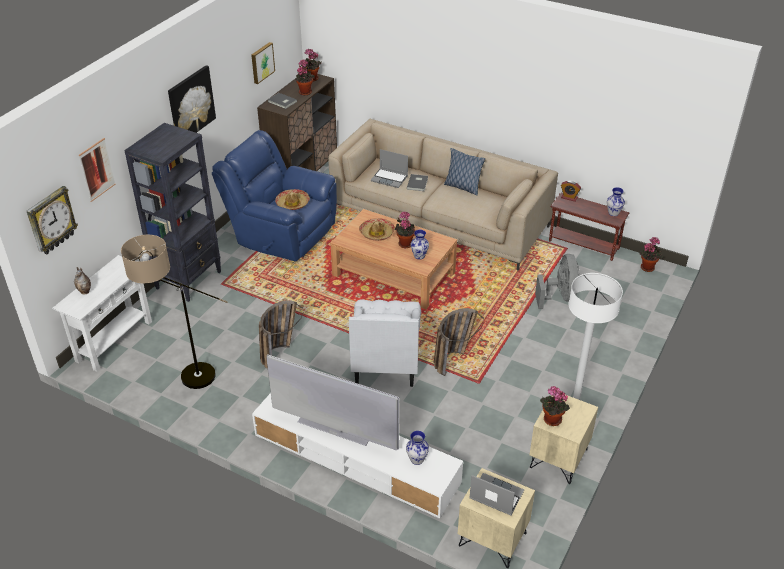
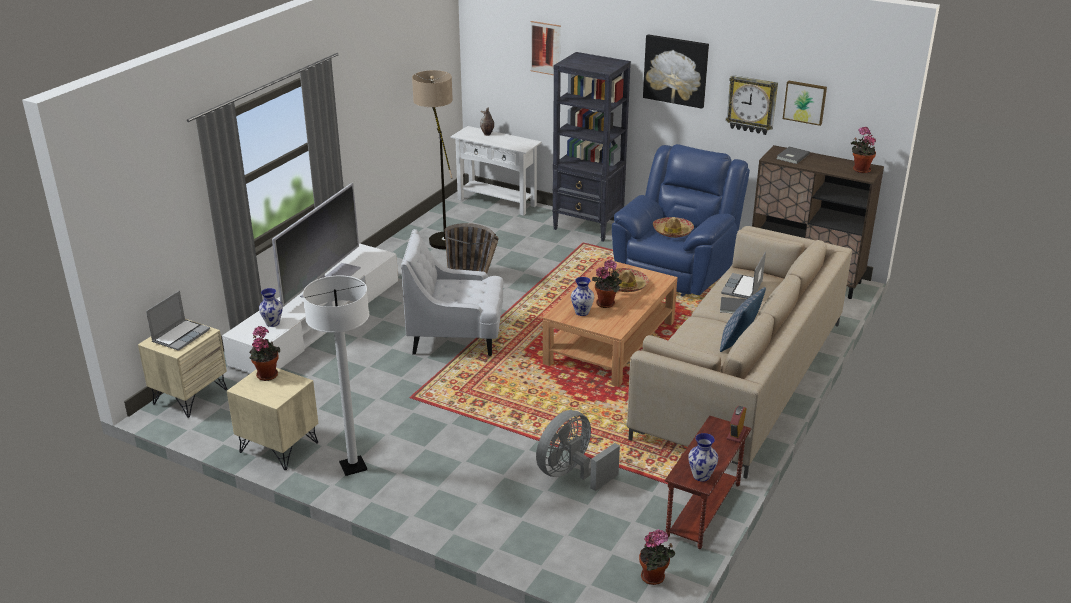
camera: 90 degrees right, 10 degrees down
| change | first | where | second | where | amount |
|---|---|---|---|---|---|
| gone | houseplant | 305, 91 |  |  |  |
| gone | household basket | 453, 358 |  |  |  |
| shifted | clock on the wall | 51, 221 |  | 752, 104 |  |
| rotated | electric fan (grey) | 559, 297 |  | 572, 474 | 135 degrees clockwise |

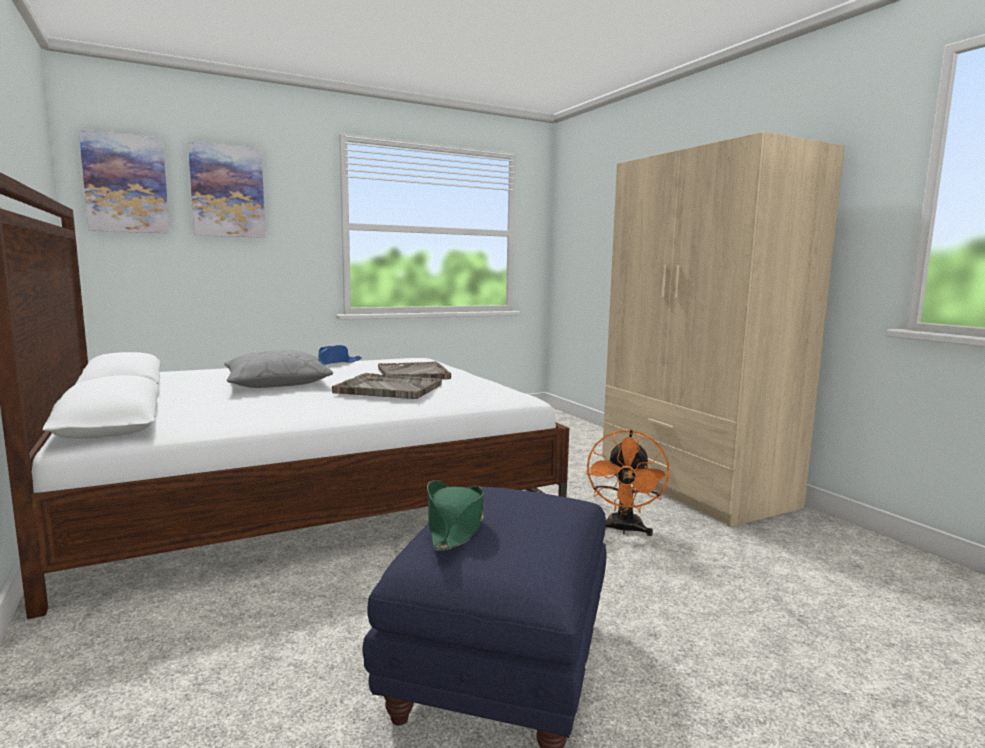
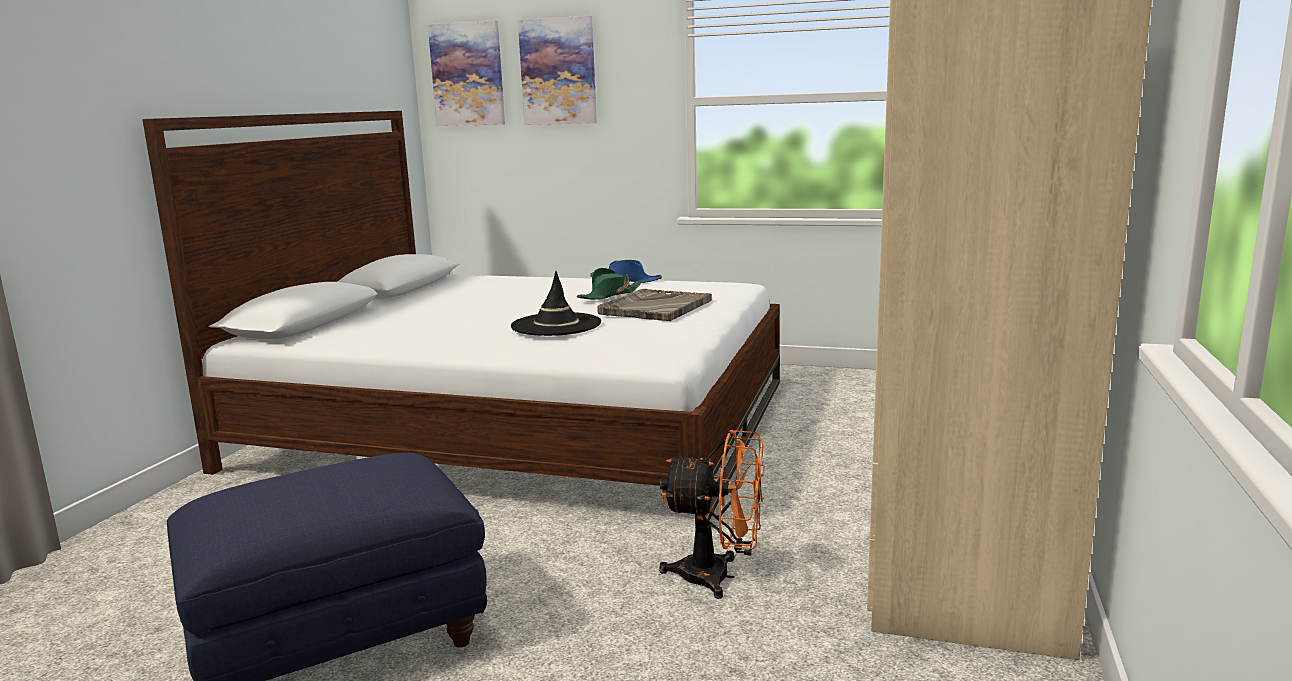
camera: 45 degrees right, 5 degrees up
| change | first | where | second | where | amount |
|---|---|---|---|---|---|
| gone | pillow (grey) | 277, 383 |  |  |  |
| shifted | hat (greenish) | 455, 526 |  | 610, 295 |  |
| swapped | carrying tray (grey) | 387, 388 | hat (blackish) | 556, 325 |  |
| rotated | electric fan (orangey) | 624, 530 |  | 718, 577 | 135 degrees counterclockwise |

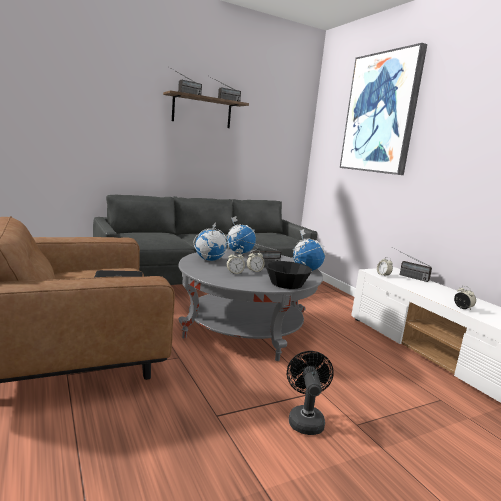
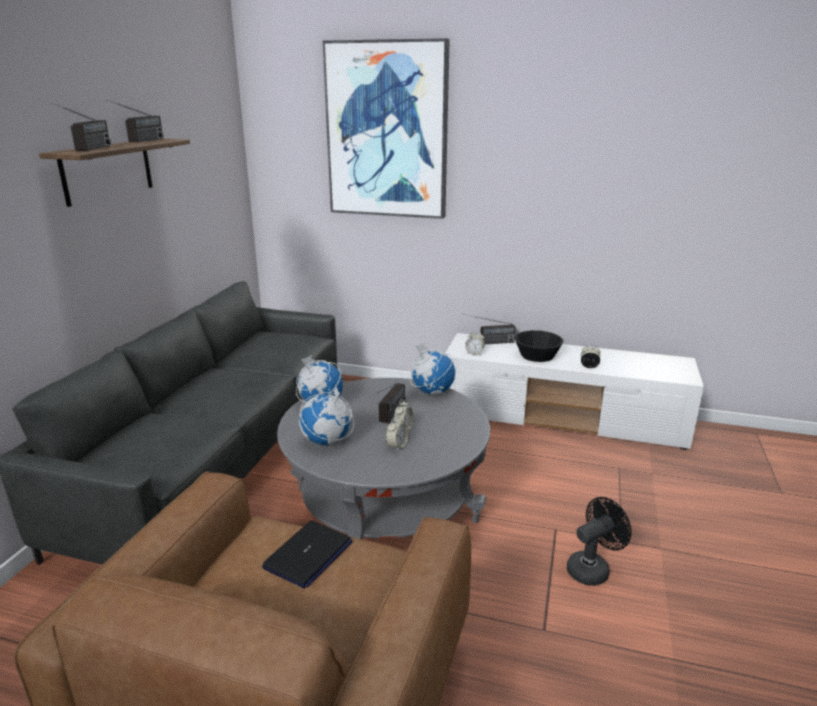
camera: 45 degrees left, 10 degrees up
| change | first | where | second | where | amount |
|---|---|---|---|---|---|
| shifted | serving bowl (blackish) | 286, 283 |  | 537, 355 |  |
| rotated | electric fan (blackish) | 305, 419 |  | 592, 568 | 105 degrees clockwise |

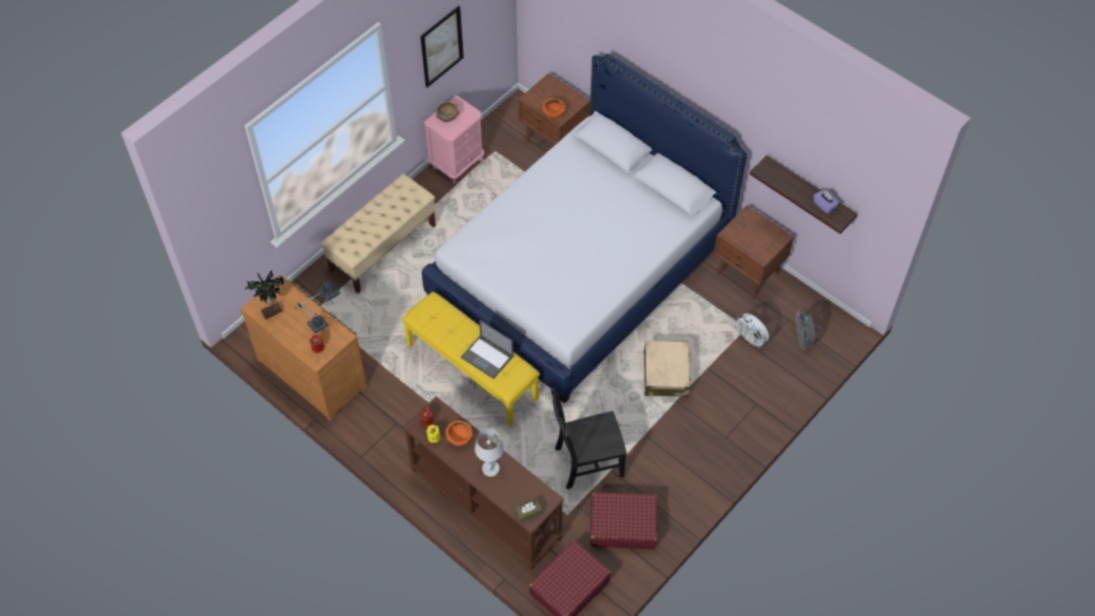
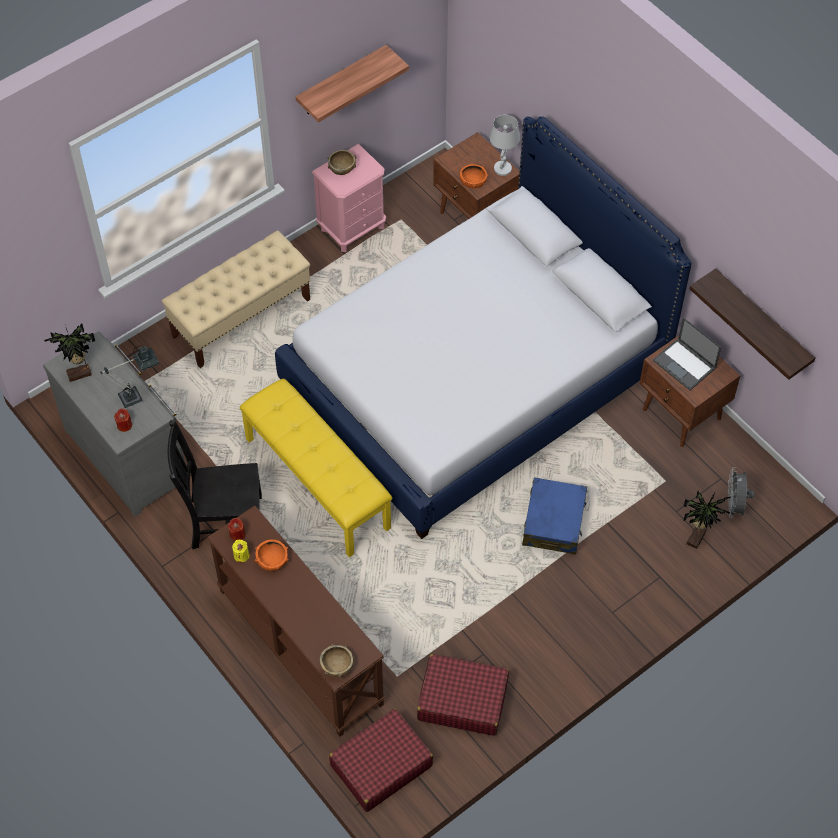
camera: 10 degrees right, 0 degrees up
| change | first | where | second | where | amount |
|---|---|---|---|---|---|
| gone | electric fan (whitish) | 750, 340 |  |  |  |
| gone | box of tissues (purplish) | 824, 205 |  |  |  |
| new |  |  | houseplant | 697, 538 |  |
| shifted | portable computer | 487, 357 |  | 685, 364 |  |
| shifted | tabletop lamp (whitish) | 490, 469 |  | 502, 169 |  |
| shifted | plain chair (blackish) | 586, 462 |  | 224, 521 |  |
| swapped | wall picture | 442, 46 | bracket shelf | 341, 81 |  |
| swapped | box of tissues (brownish) | 528, 513 | serving bowl (brownish) | 336, 666 |  |
| repainted | chest of drawers (brownish) | 313, 371 | chest of drawers (grey) | 128, 453 |  |
| repainted | piece of luggage (beige-coloured) | 665, 374 | piece of luggage (bluish) | 554, 522 |  |

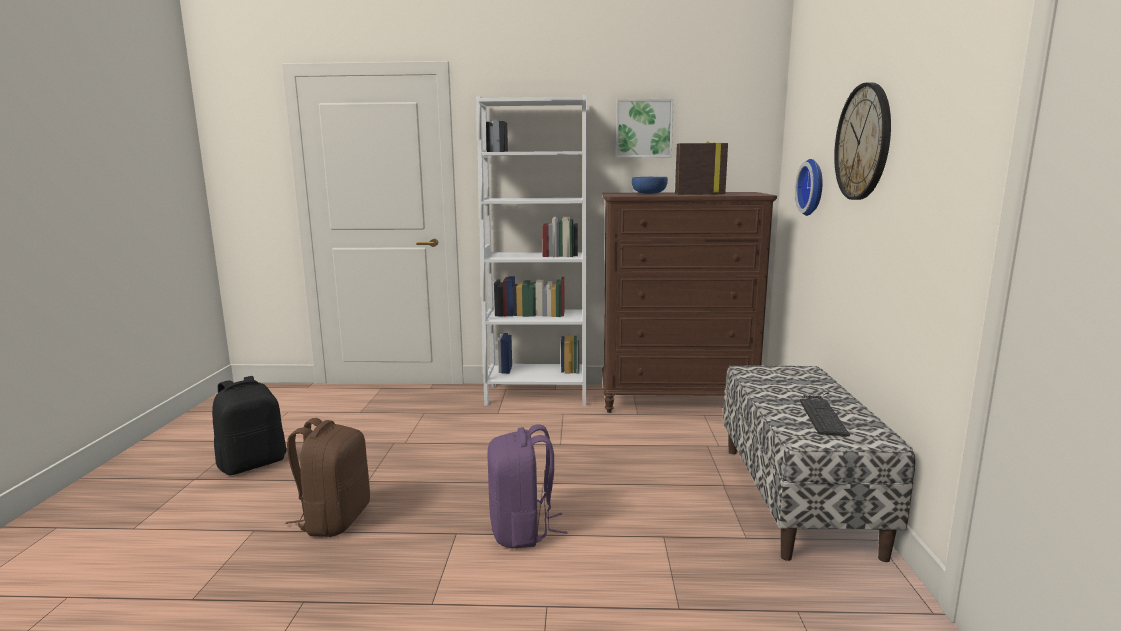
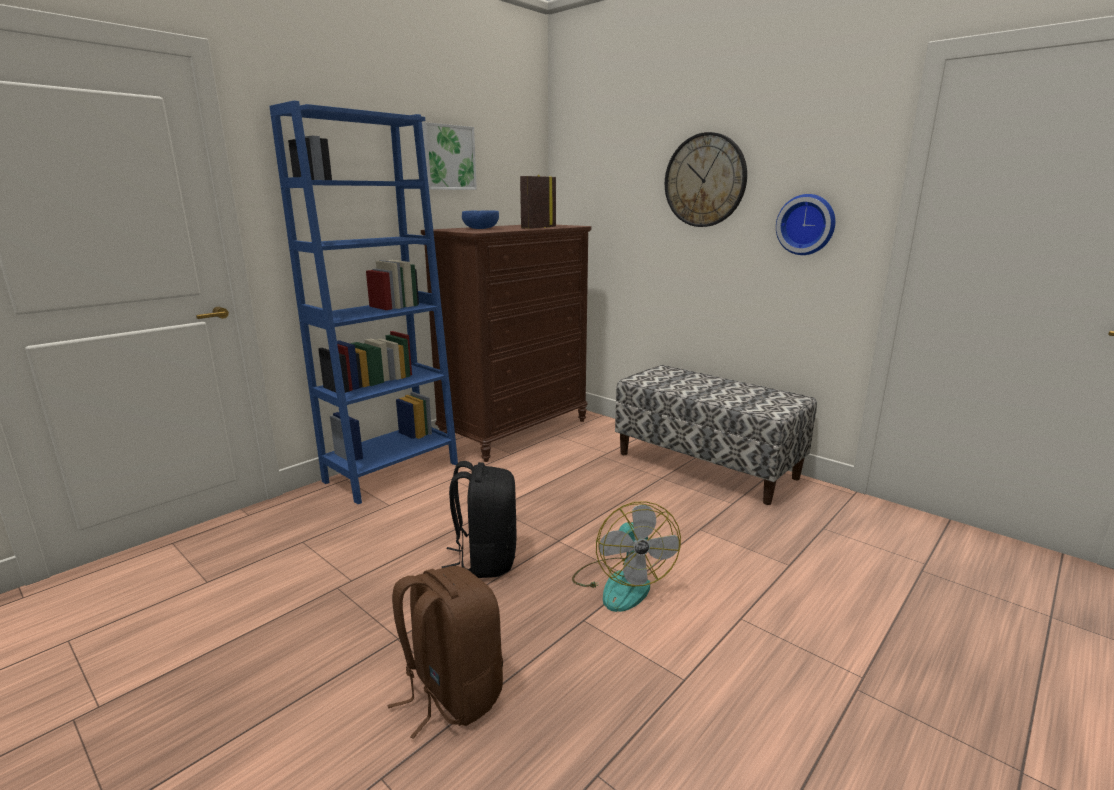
camera: 50 degrees left, 5 degrees up
| change | first | where | second | where | amount |
|---|---|---|---|---|---|
| gone | keyboard | 822, 413 |  |  |  |
| shifted | rucksack (blackish) | 253, 463 |  | 486, 559 |  |
| shifted | clock on the wall | 813, 187 |  | 806, 224 |  |
| swapped | rucksack (purplish) | 522, 530 | electric fan | 621, 583 |  |
| repainted | bookcase (whitish) | 537, 395 | bookcase (bluish) | 392, 472 |  |

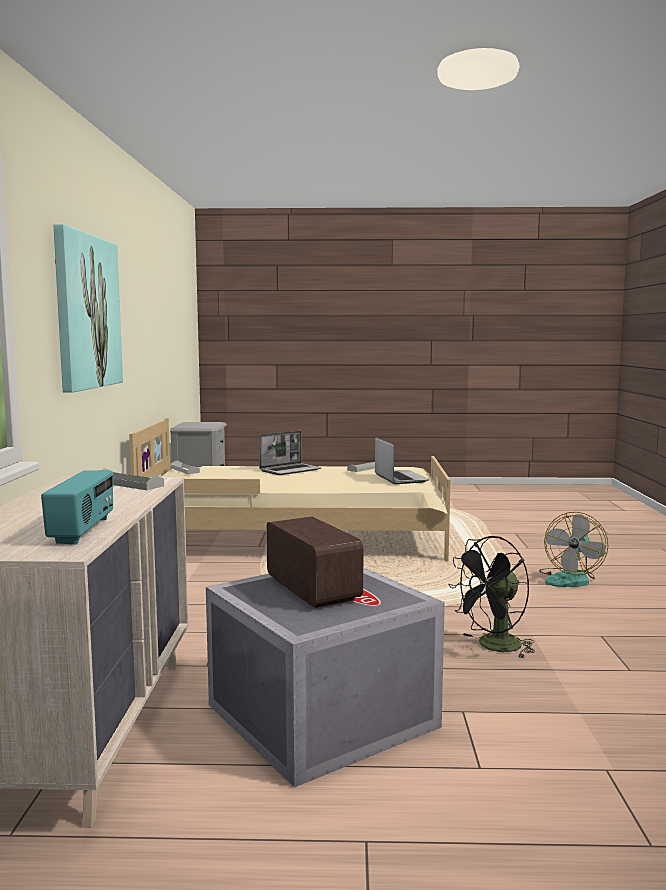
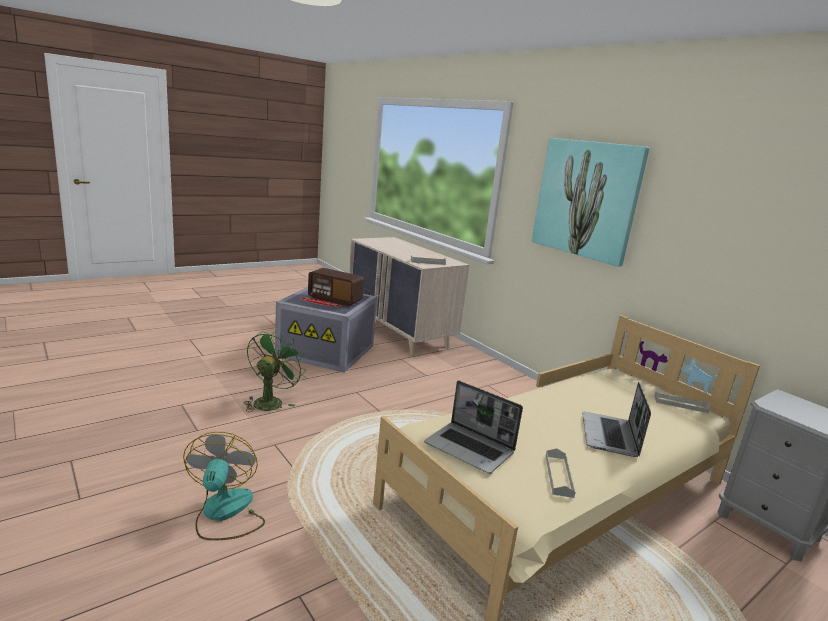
camera: 140 degrees right, 10 degrees up
| change | first | where | second | where | amount |
|---|---|---|---|---|---|
| gone | radio set | 83, 531 |  |  |  |
| repainted | electric fan (blackish) | 493, 647 | electric fan (greenish) | 270, 401 |  |

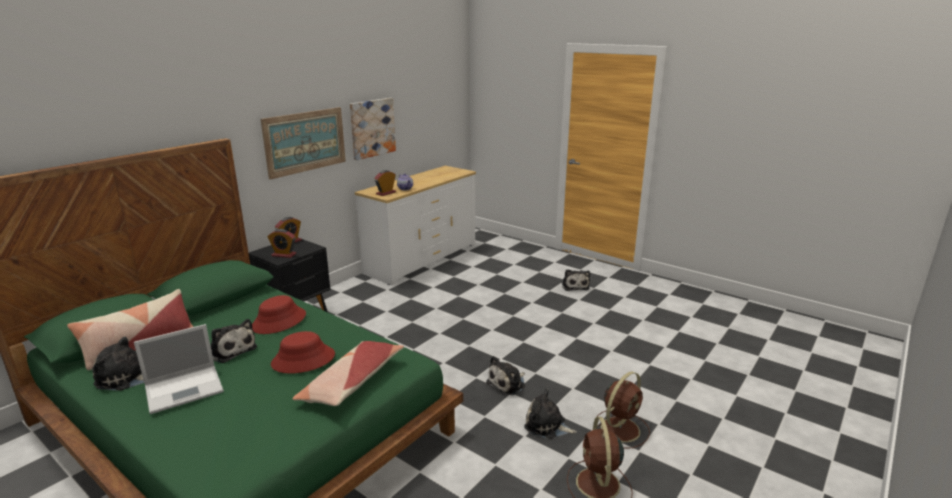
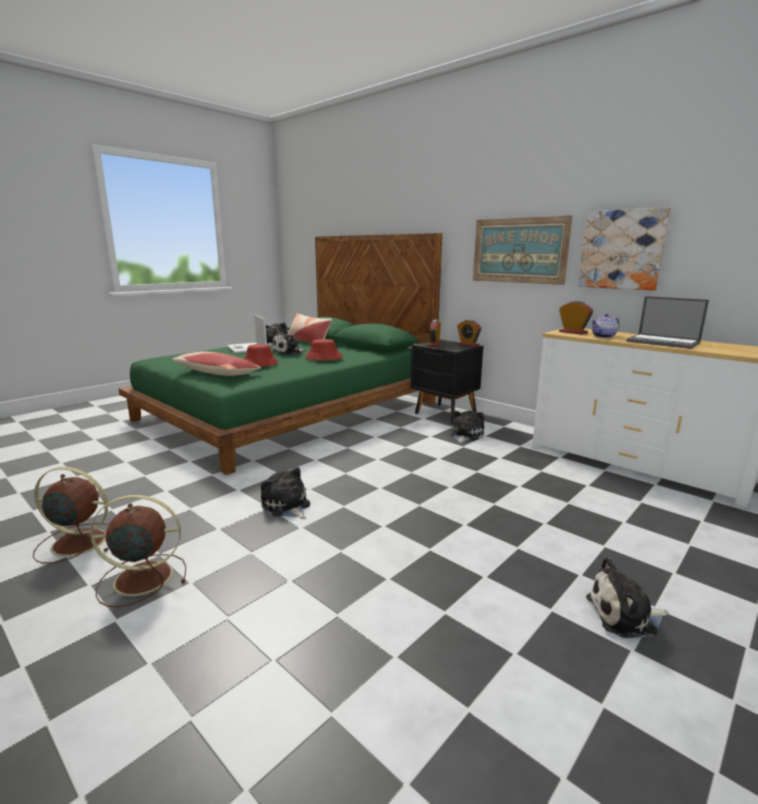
camera: 95 degrees right, 5 degrees down
| change | first | where | second | where | amount |
|---|---|---|---|---|---|
| new |  |  | portable computer | 664, 342 |  |
| shifted | cuddly toy | 547, 426 |  | 465, 435 |  |
| rotated | electric fan (brownish) | 621, 428 |  | 140, 578 | 120 degrees clockwise |

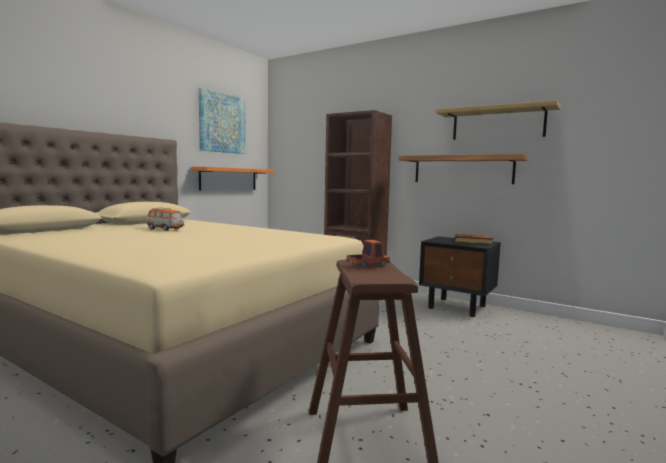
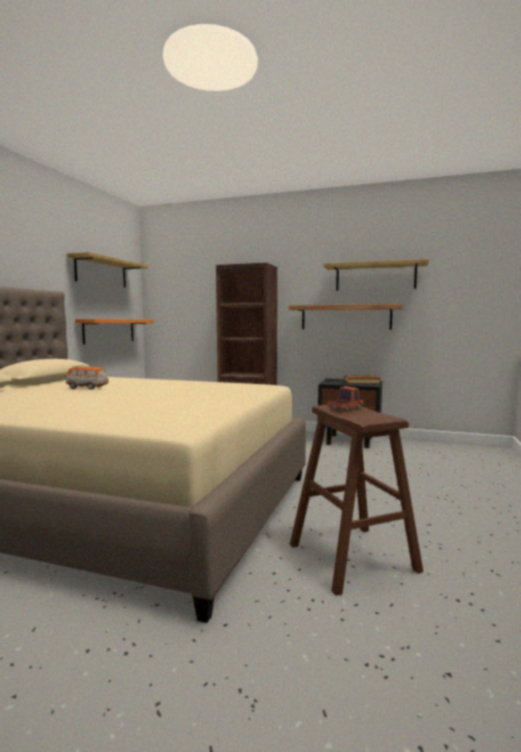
camera: 15 degrees left, 0 degrees up
| change | first | where | second | where | amount |
|---|---|---|---|---|---|
| swapped | wall picture | 222, 123 | bracket shelf | 101, 272 |  |

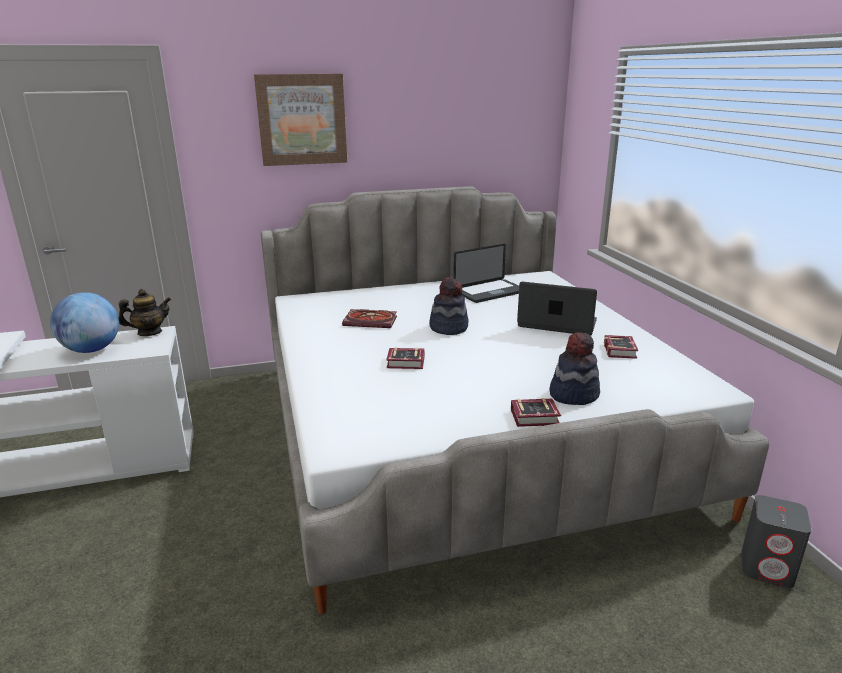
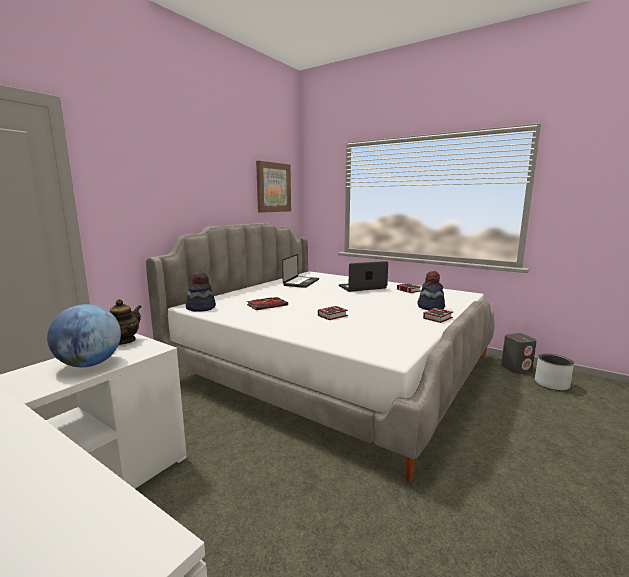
camera: 40 degrees left, 10 degrees down
| change | first | where | second | where | amount |
|---|---|---|---|---|---|
| new |  |  | plant pot (grey) | 551, 384 |  |
| shifted | wall picture | 302, 119 |  | 273, 187 |  |
| shifted | hat | 448, 328 |  | 201, 308 |  |

